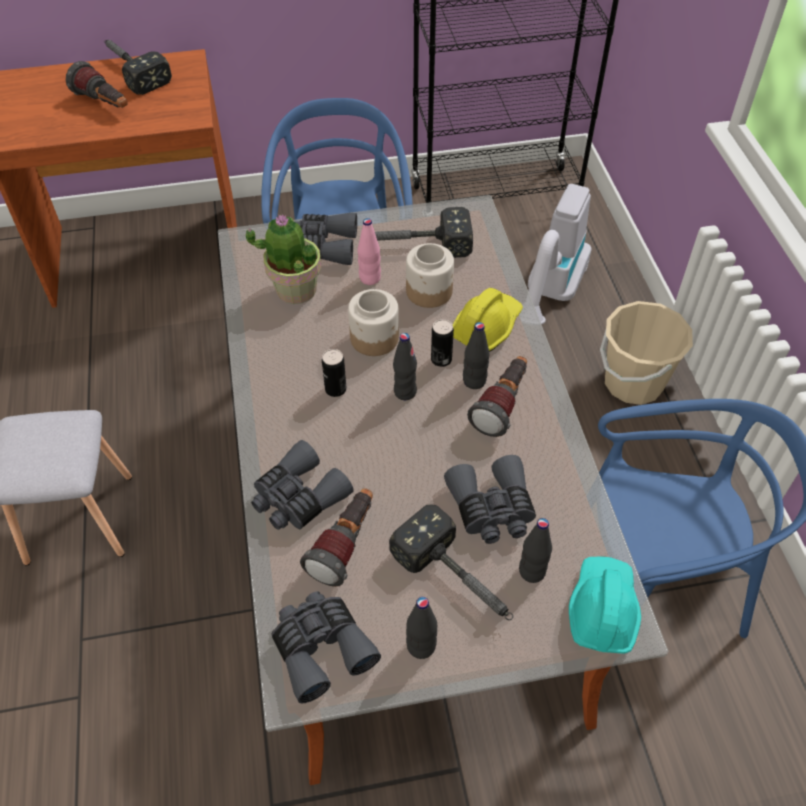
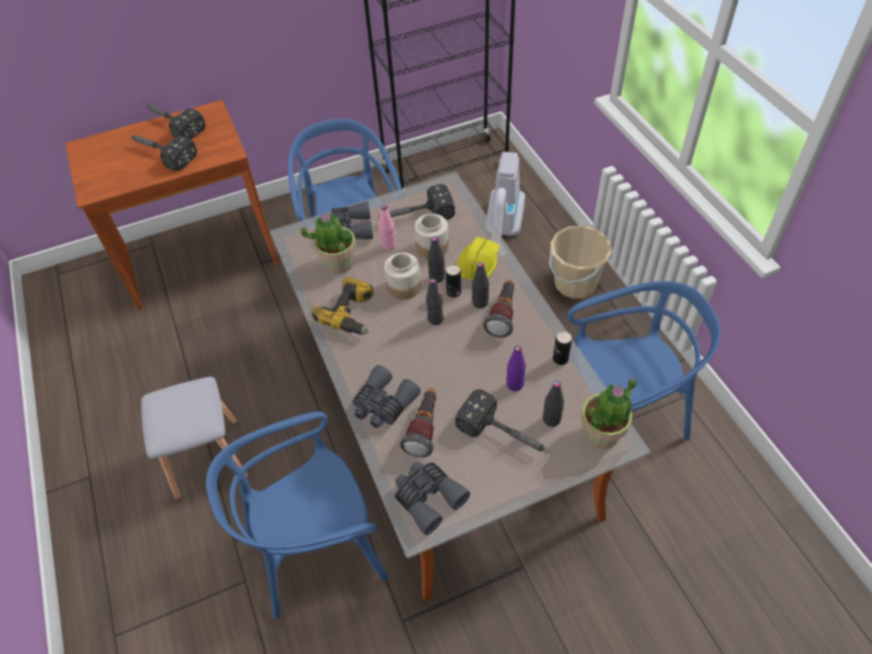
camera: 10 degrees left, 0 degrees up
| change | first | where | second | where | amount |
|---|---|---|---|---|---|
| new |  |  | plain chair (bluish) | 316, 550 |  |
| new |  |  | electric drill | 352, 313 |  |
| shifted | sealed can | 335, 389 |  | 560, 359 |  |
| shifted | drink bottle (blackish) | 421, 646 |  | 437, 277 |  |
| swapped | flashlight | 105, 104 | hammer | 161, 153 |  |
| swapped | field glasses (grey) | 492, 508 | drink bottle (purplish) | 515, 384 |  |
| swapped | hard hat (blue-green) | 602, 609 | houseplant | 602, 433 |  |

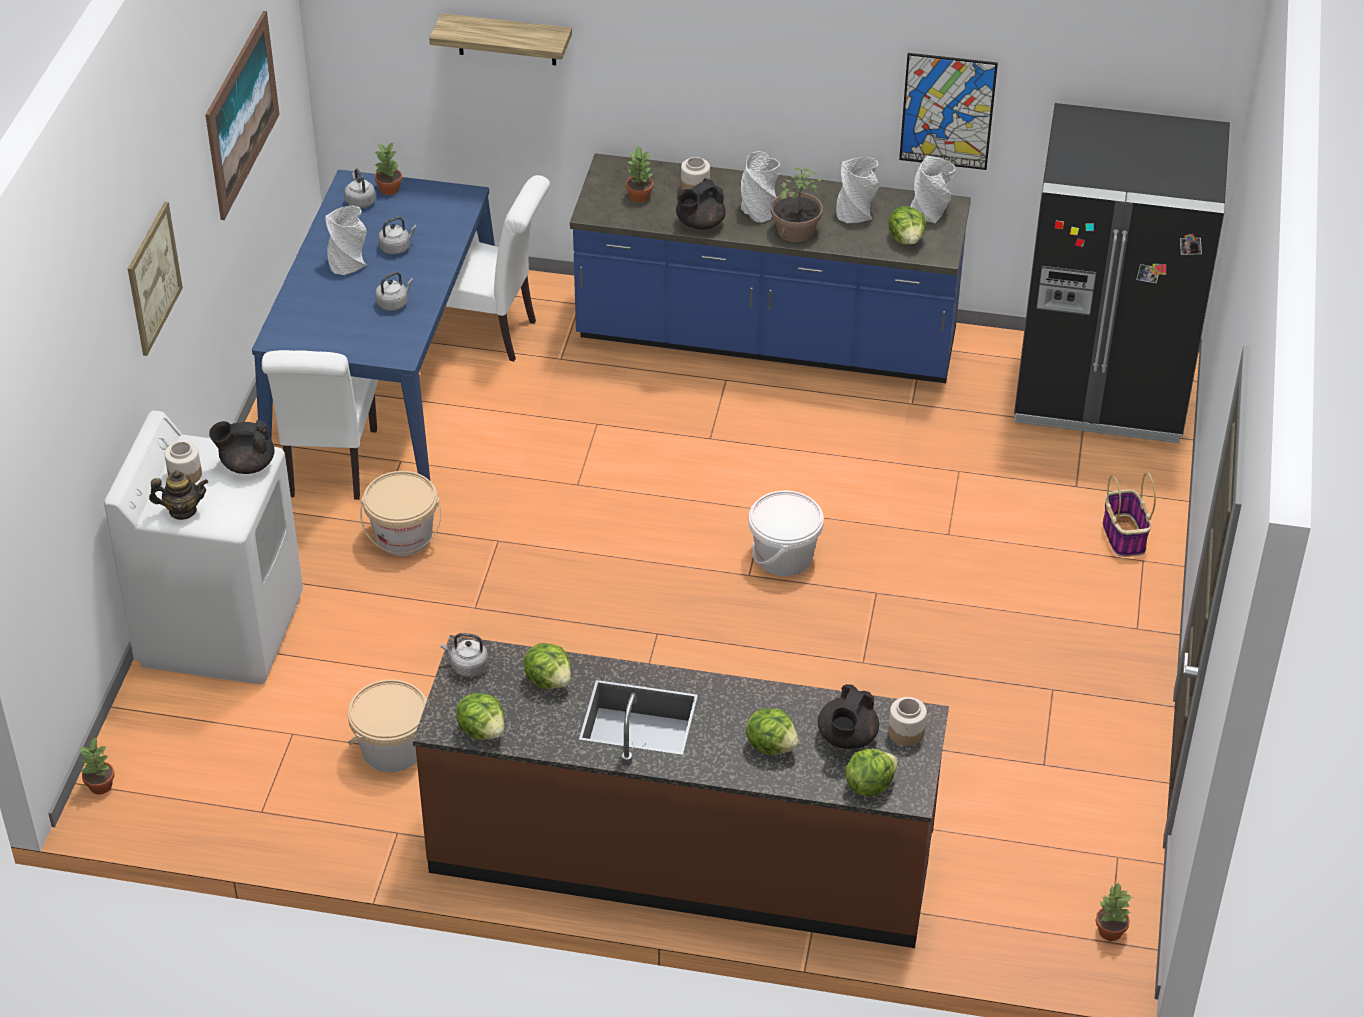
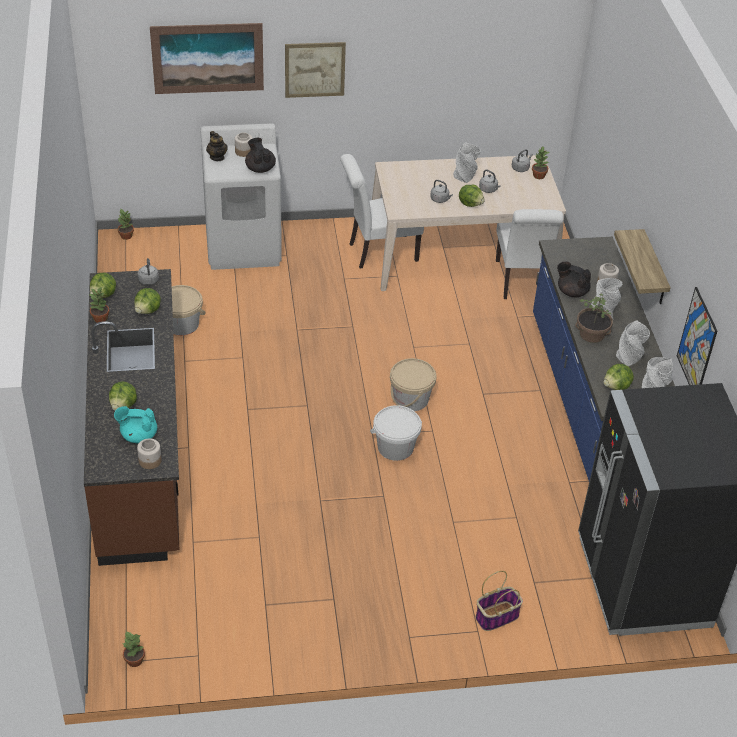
camera: 70 degrees right, 0 degrees up
| change | first | where | second | where | amount |
|---|---|---|---|---|---|
| shifted | wall picture | 242, 114 |  | 207, 58 |  |
| shifted | water bucket (beige-coloured) | 403, 536 |  | 411, 399 |  |
| shifted | bracket shelf | 507, 39 |  | 654, 269 |  |
| shifted | houseplant | 640, 196 |  | 100, 318 |  |
| shifted | lettuce | 869, 785 |  | 470, 204 |  |
| repainted | dinner table (bluish) | 385, 377 | dinner table (beige-coloured) | 461, 254 |  |
| repainted | pot for tea (blackish) | 847, 738 | pot for tea (blue-green) | 138, 436 |  |

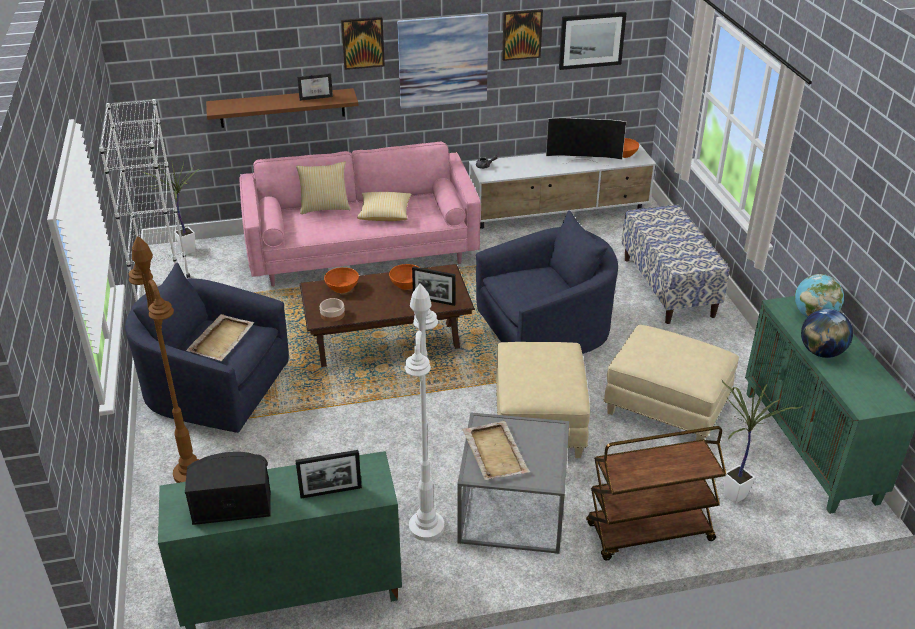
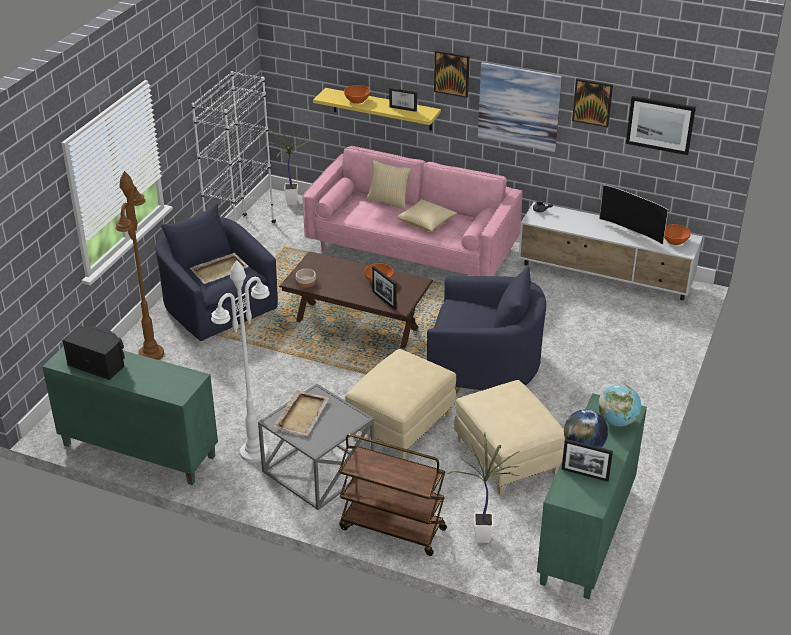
camera: 35 degrees right, 0 degrees up
| change | first | where | second | where | amount |
|---|---|---|---|---|---|
| gone | long seat | 668, 287 |  |  |  |
| shifted | standing frame | 331, 492 |  | 585, 474 |  |
| shifted | serving bowl (orangey) | 342, 288 |  | 357, 100 |  |
| repainted | bracket shelf (brownish) | 282, 108 | bracket shelf (yellowish) | 382, 109 |  |

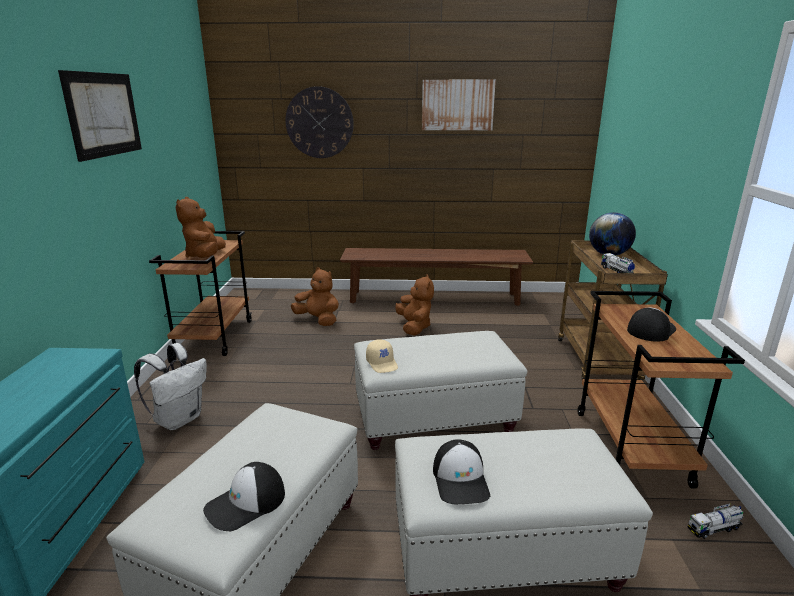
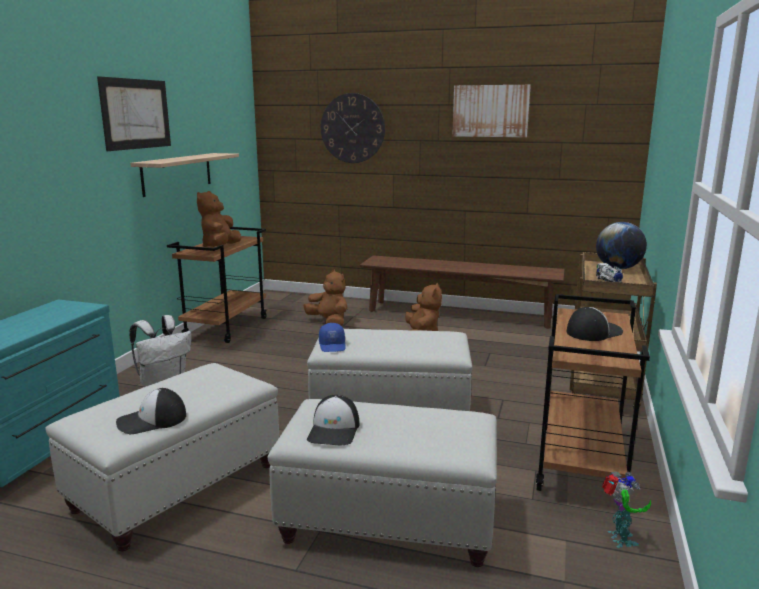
camera: 15 degrees right, 5 degrees down
| change | first | where | second | where | amount |
|---|---|---|---|---|---|
| new |  |  | bracket shelf | 177, 173 |  |
| swapped | toy lorry | 714, 528 | model robot | 619, 540 |  |
| repainted | peaked cap (beige-coloured) | 382, 363 | peaked cap (bluish) | 333, 346 |  |

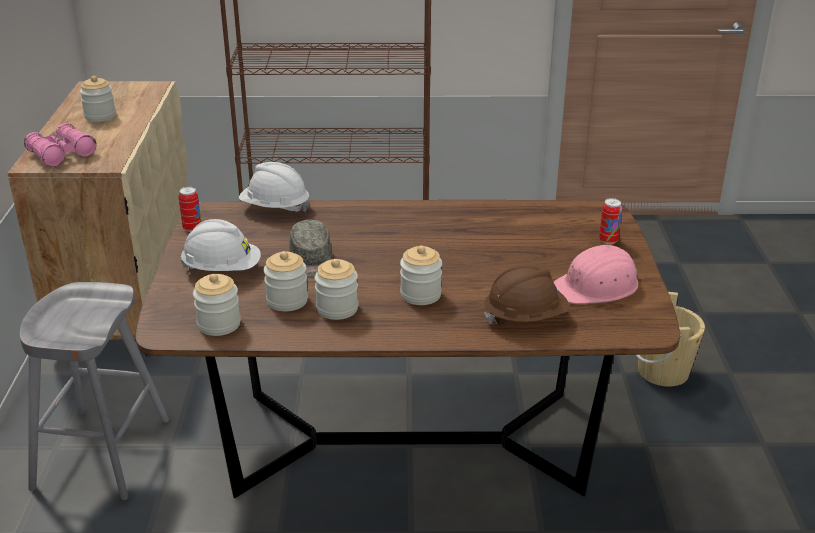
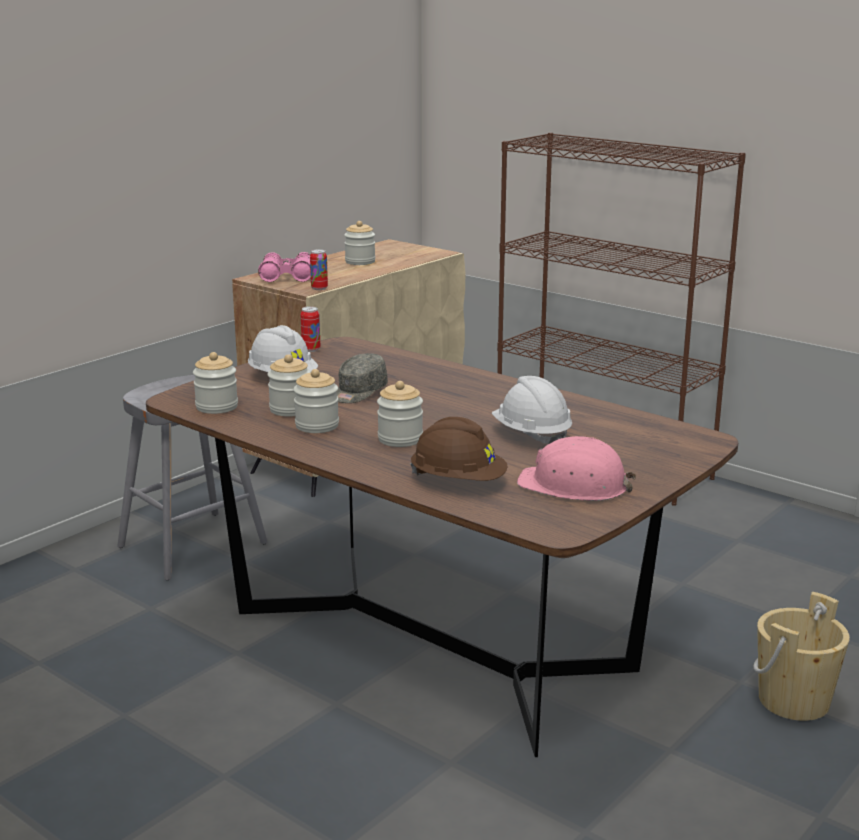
camera: 40 degrees right, 10 degrees down
| change | first | where | second | where | amount |
|---|---|---|---|---|---|
| shifted | hard hat (whitish) | 275, 208 |  | 531, 436 |  |
| shifted | sealed can | 608, 240 |  | 319, 288 |  |

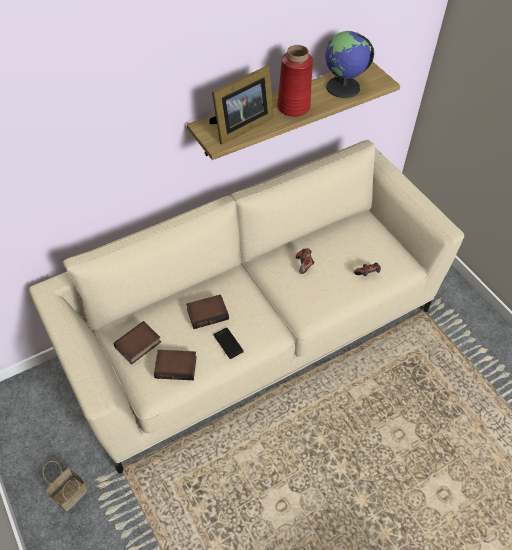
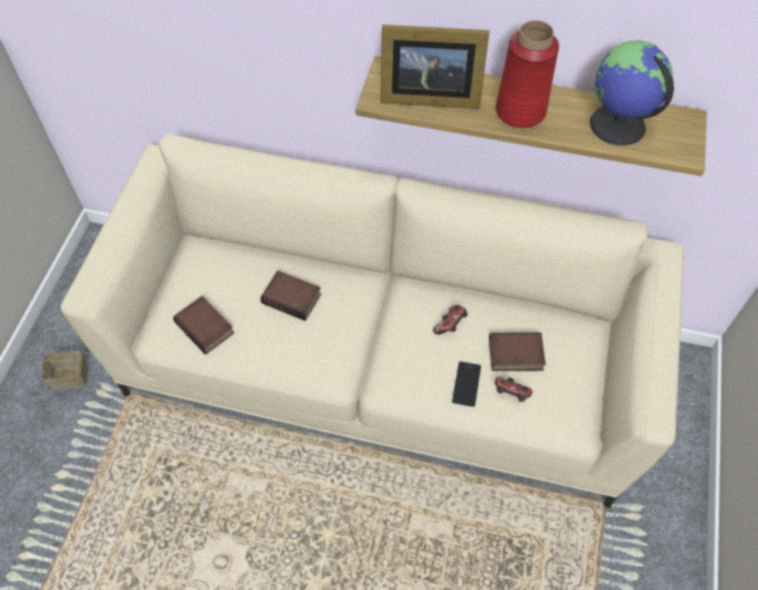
camera: 45 degrees right, 5 degrees up
| change | first | where | second | where | amount |
|---|---|---|---|---|---|
| shifted | volume | 138, 346 |  | 515, 356 |  |
| shifted | telephone | 228, 343 |  | 466, 384 |  |

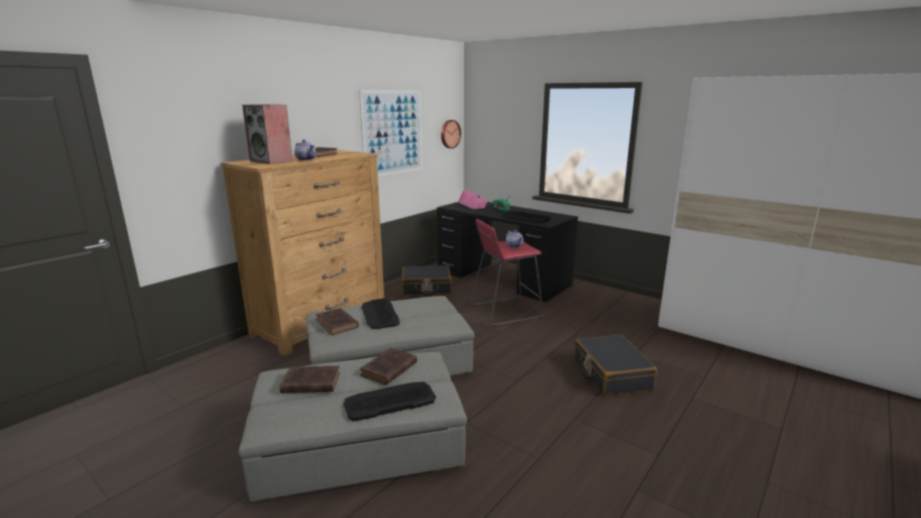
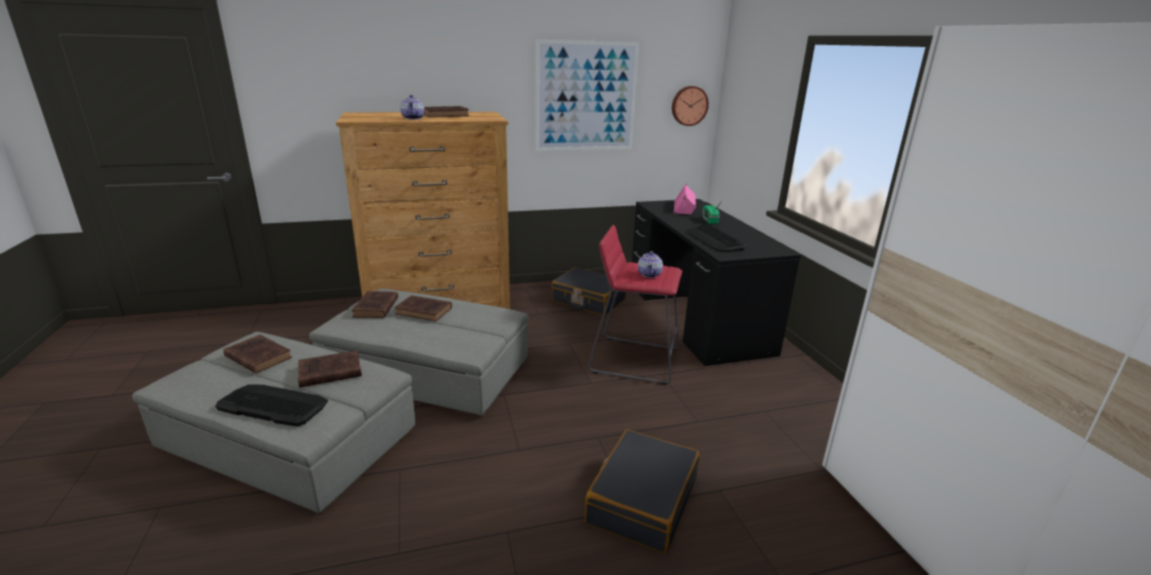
camera: 35 degrees right, 5 degrees up
| change | first | where | second | where | amount |
|---|---|---|---|---|---|
| gone | audio speaker | 272, 161 |  |  |  |
| swapped | keyboard | 380, 314 | volume (brownish) | 425, 311 |  |

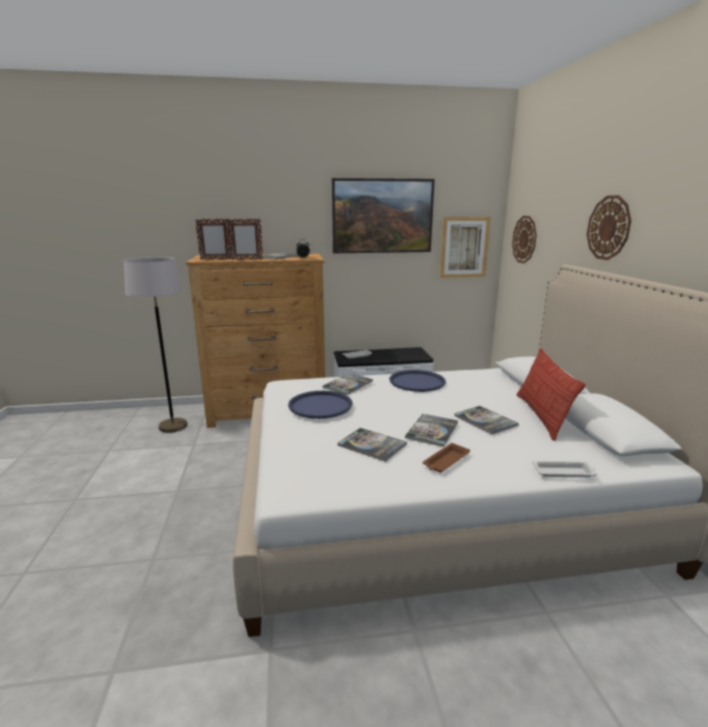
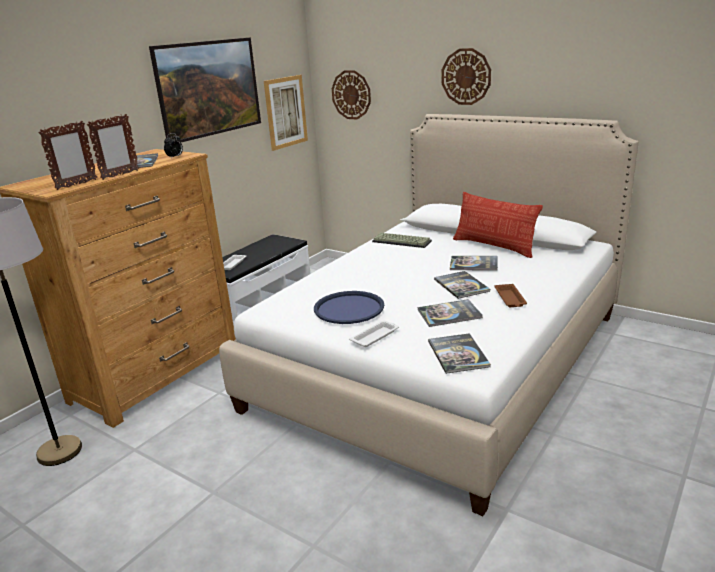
camera: 45 degrees left, 5 degrees up
| change | first | where | second | where | amount |
|---|---|---|---|---|---|
| gone | carrying tray (bluish) | 417, 381 |  |  |  |
| new |  |  | keyboard | 402, 241 |  |
| shifted | volume | 348, 384 |  | 458, 354 |  |
| shifted | carrying tray (whitish) | 564, 472 |  | 375, 336 |  |

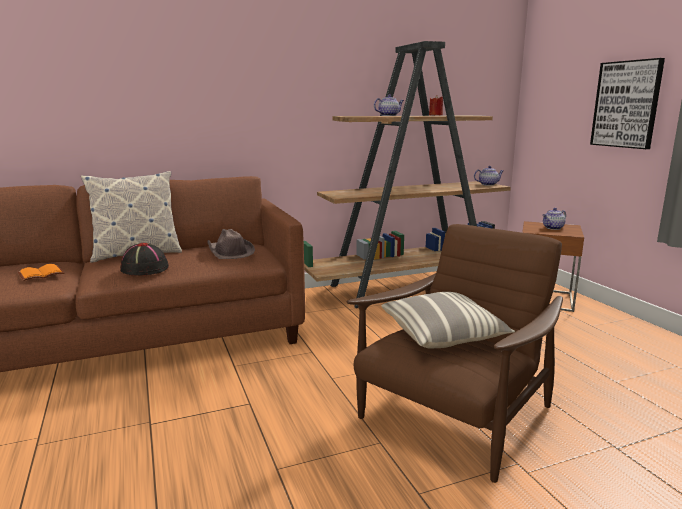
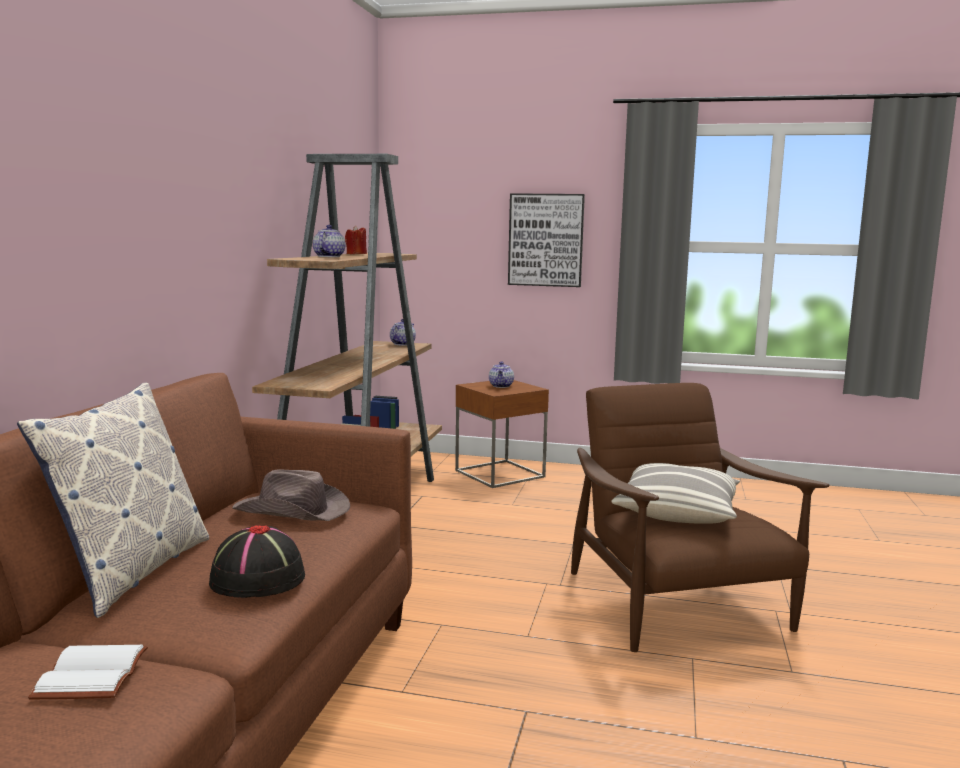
camera: 55 degrees left, 5 degrees down
| change | first | where | second | where | amount |
|---|---|---|---|---|---|
| repainted | volume (orangey) | 41, 274 | volume (whitish) | 89, 674 |  |

